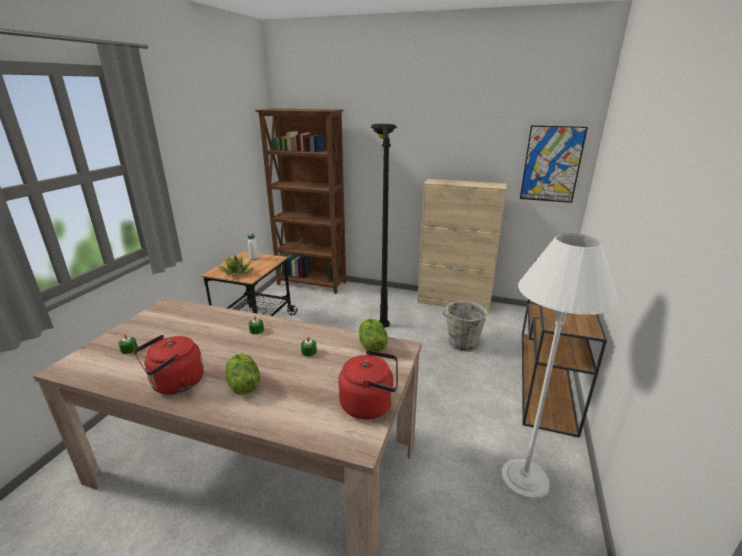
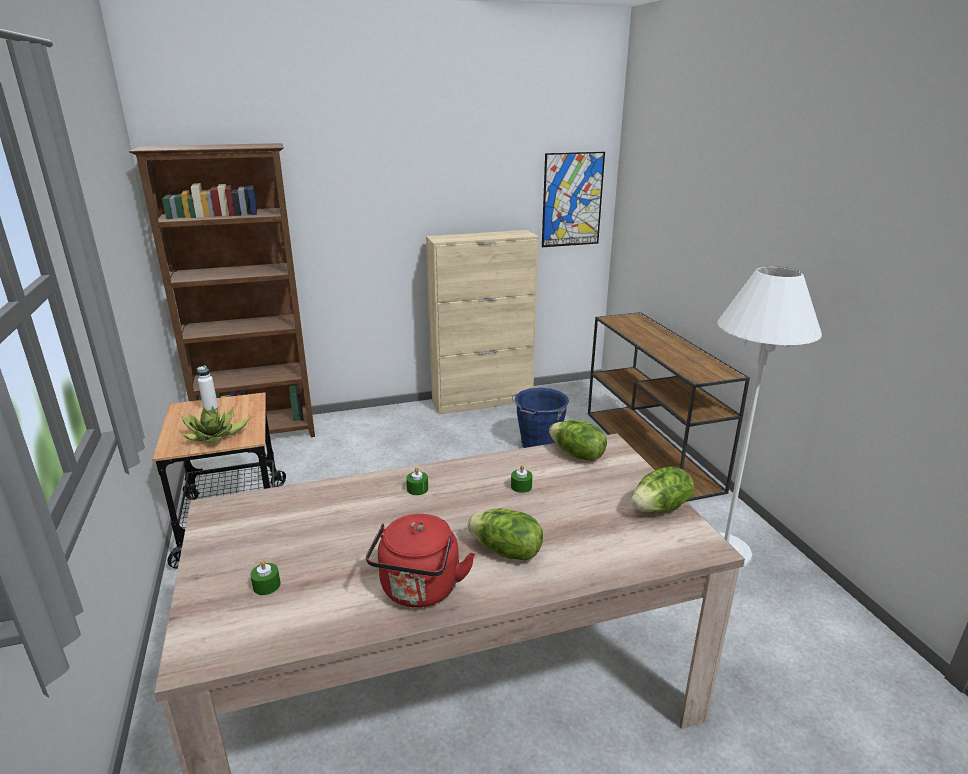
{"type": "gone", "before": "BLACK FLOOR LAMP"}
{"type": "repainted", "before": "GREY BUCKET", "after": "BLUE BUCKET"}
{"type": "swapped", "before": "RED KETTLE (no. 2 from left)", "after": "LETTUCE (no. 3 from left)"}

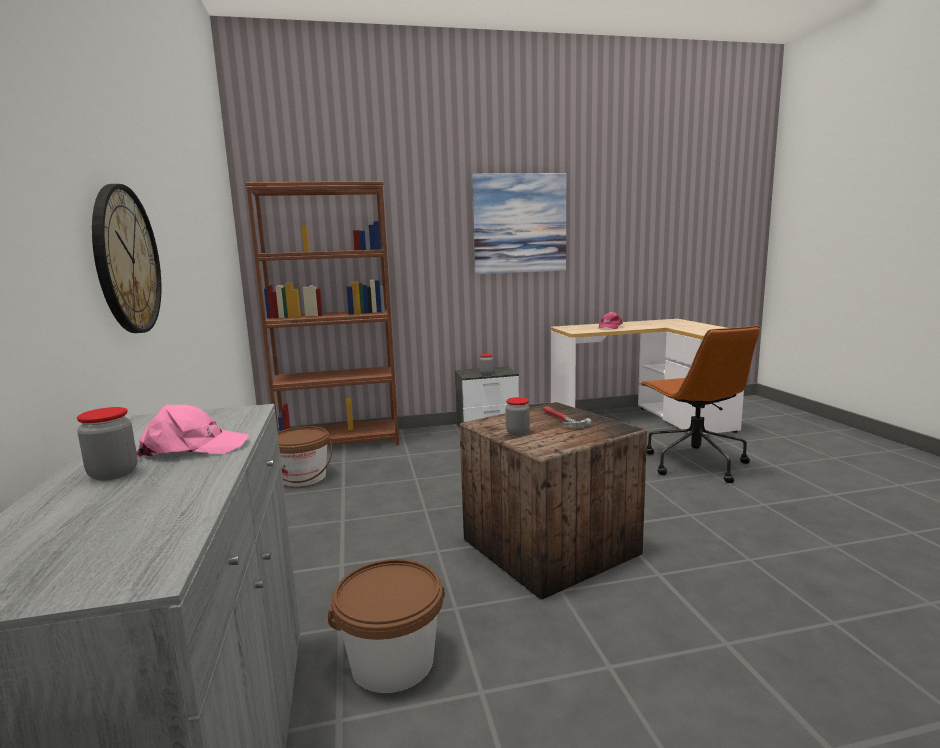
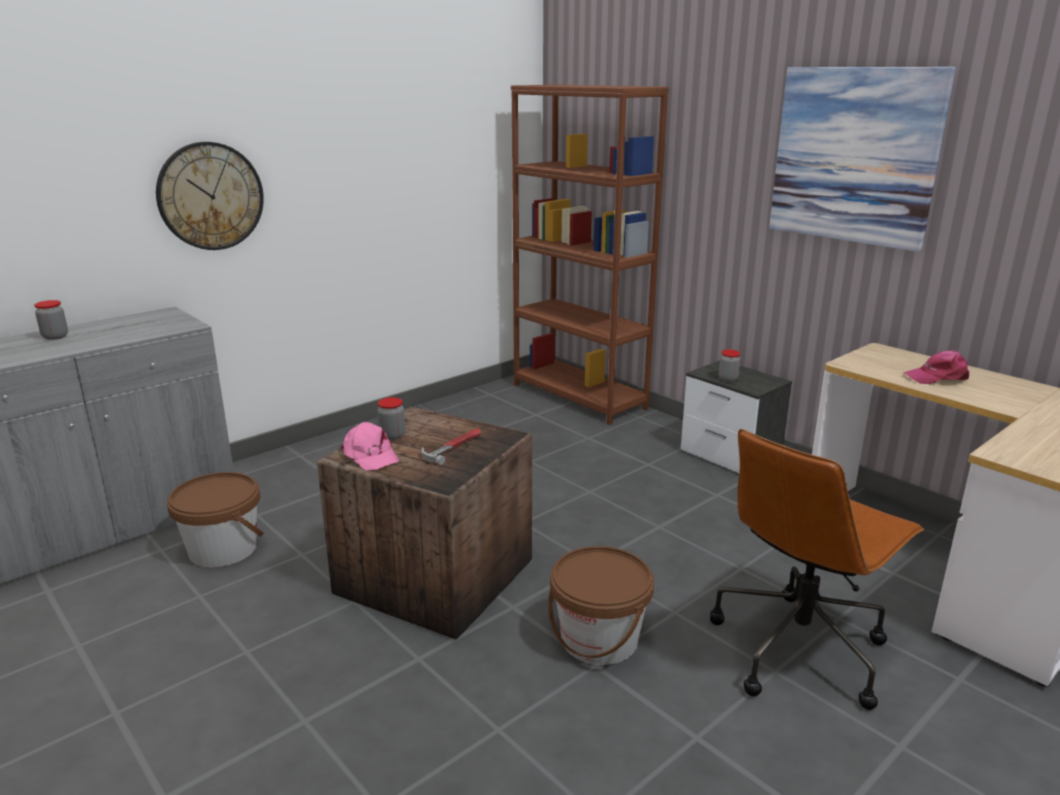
{"type": "shifted", "before": "PINK CAP (no. 1 from left)"}
{"type": "shifted", "before": "BROWN BUCKET (no. 1 from left in the first image)", "after": "BROWN BUCKET (no. 2 from left)"}

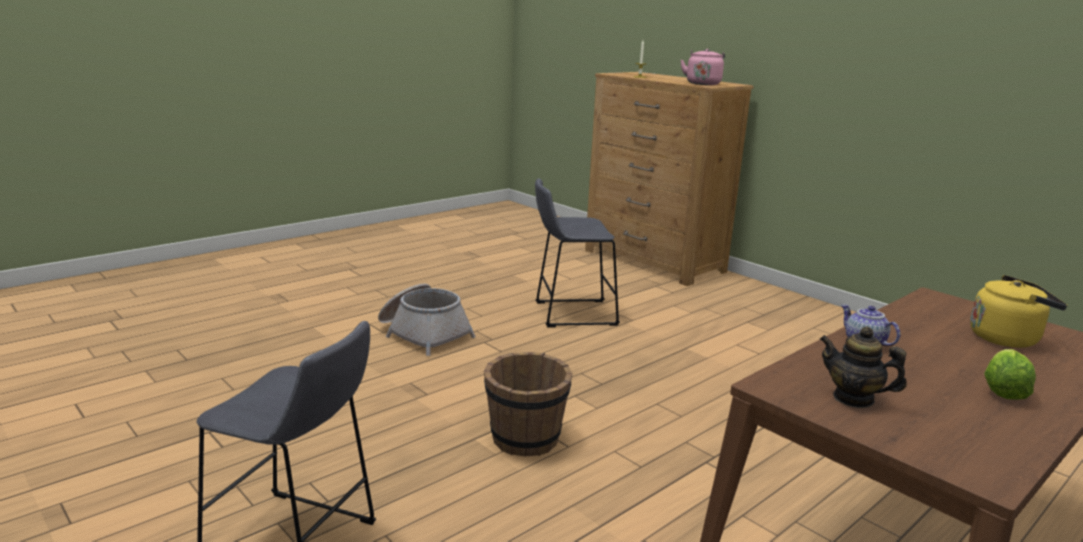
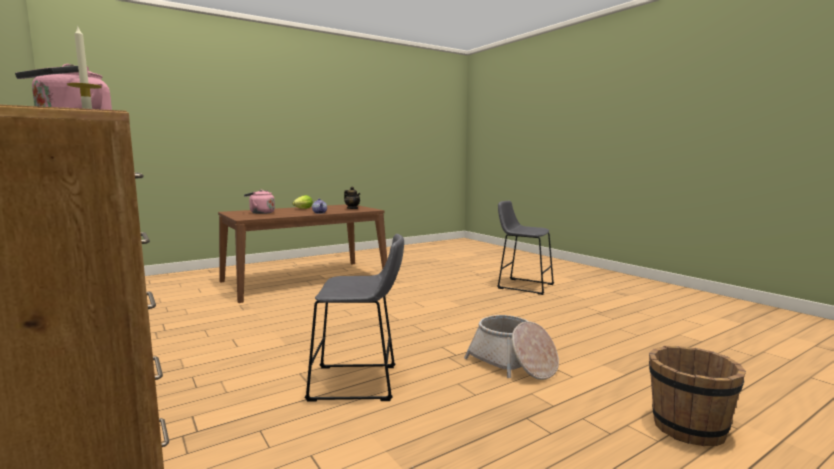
{"type": "repainted", "before": "YELLOW KETTLE", "after": "PINK KETTLE (no. 2 from left)"}
{"type": "shifted", "before": "BROWN BUCKET"}

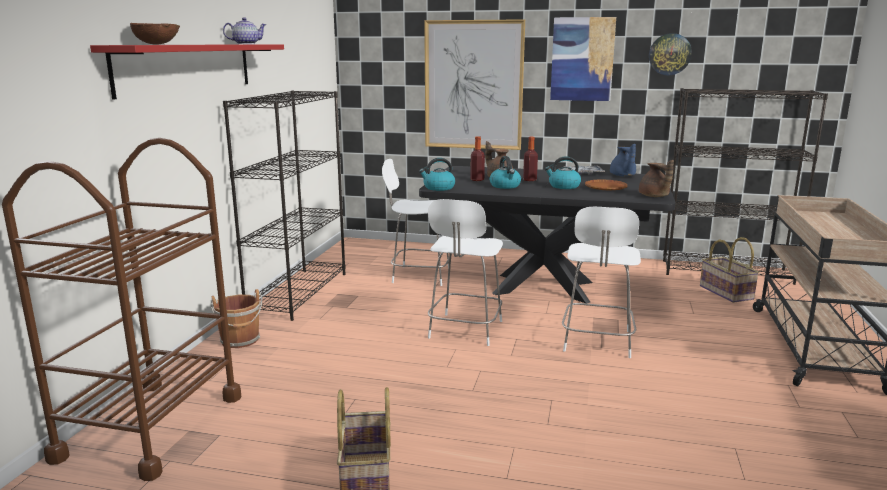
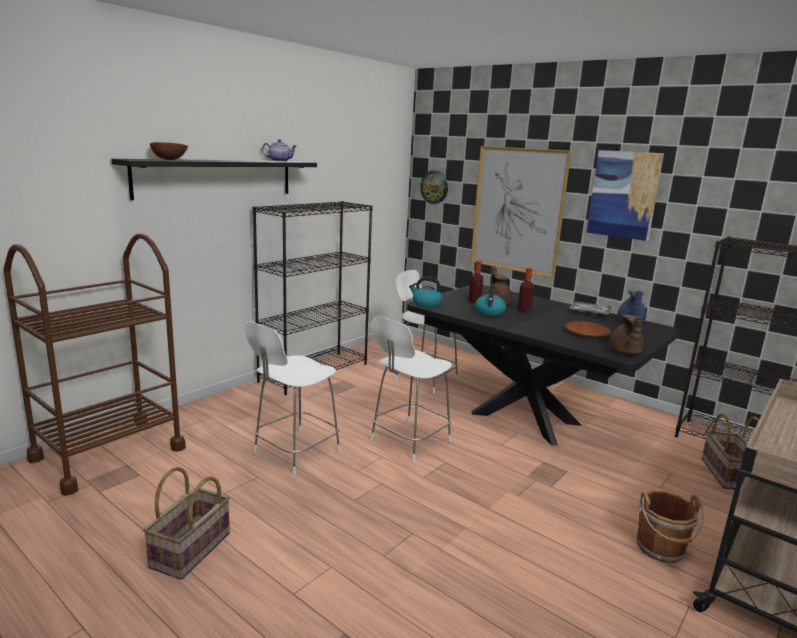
{"type": "shifted", "before": "WALL CLOCK"}
{"type": "repainted", "before": "RED SHELF", "after": "BLACK SHELF"}
{"type": "gone", "before": "KETTLE (no. 3 from left)"}
{"type": "shifted", "before": "WHITE CHAIR (no. 3 from left in the first image)", "after": "WHITE CHAIR (no. 1 from left)"}
{"type": "shifted", "before": "BROWN BUCKET"}

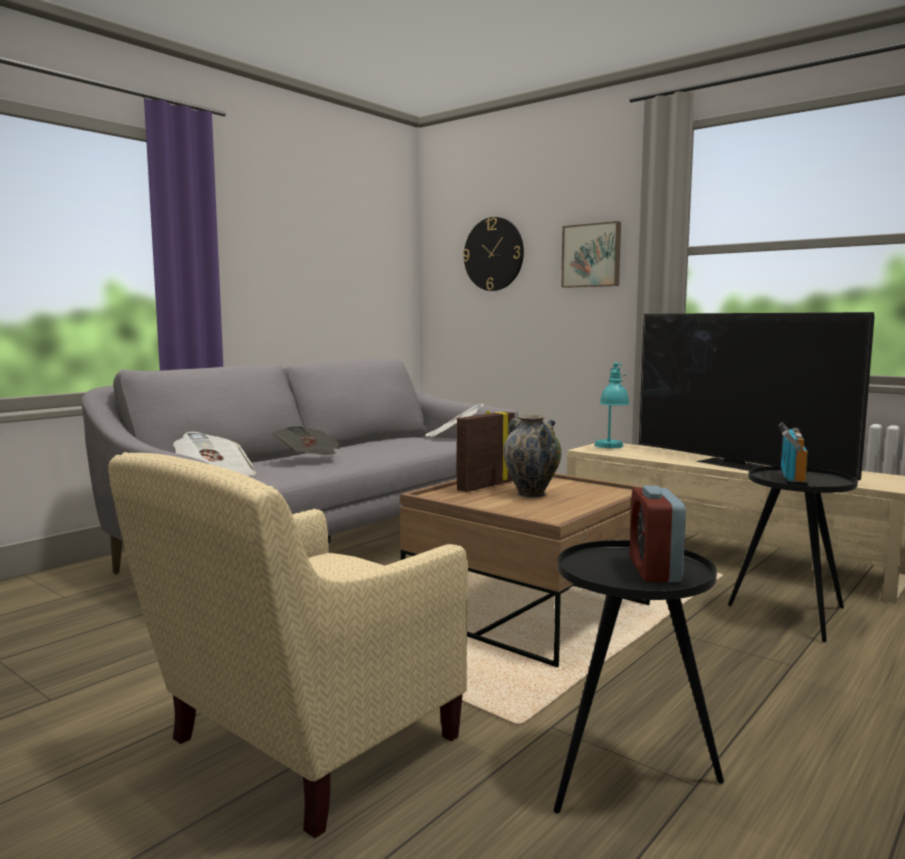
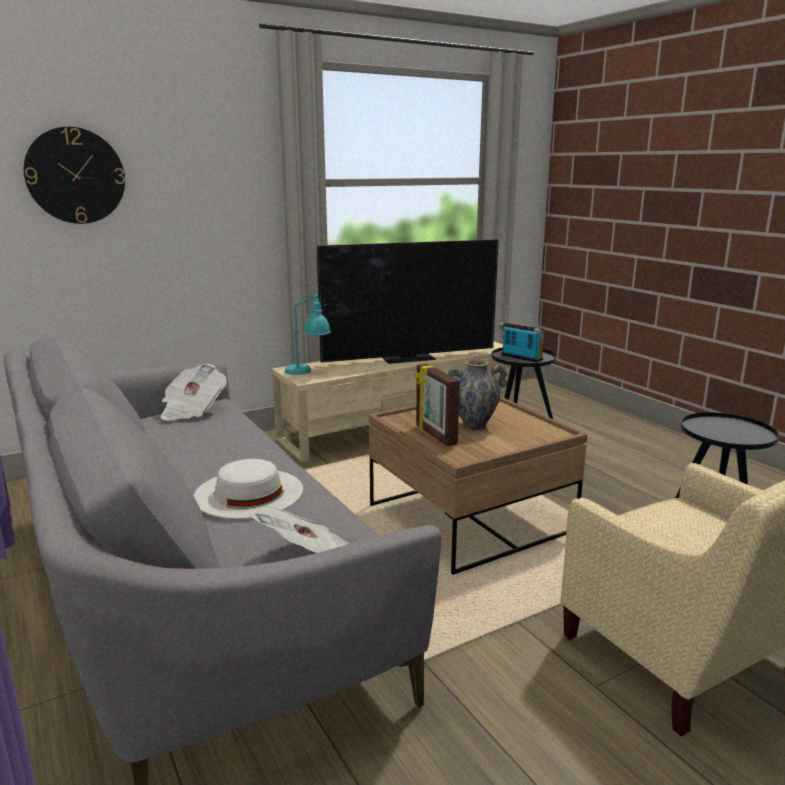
{"type": "gone", "before": "PICTURE"}
{"type": "swapped", "before": "NEWSPAPER (no. 2 from left)", "after": "WHITE HAT"}
{"type": "gone", "before": "ALARM CLOCK"}

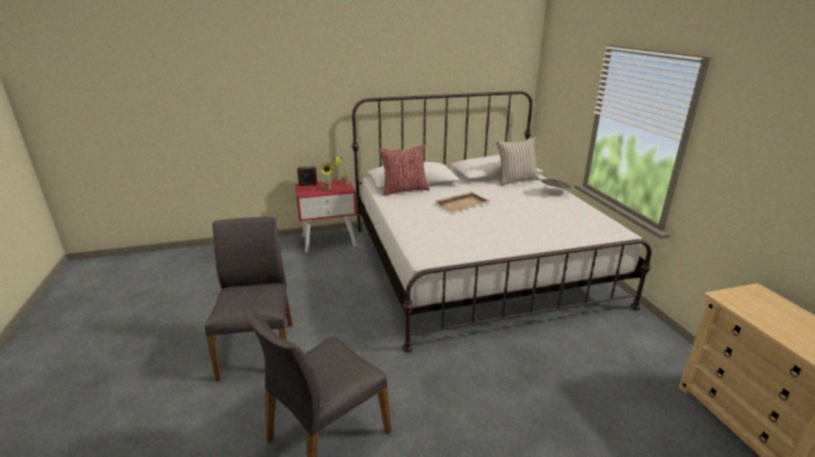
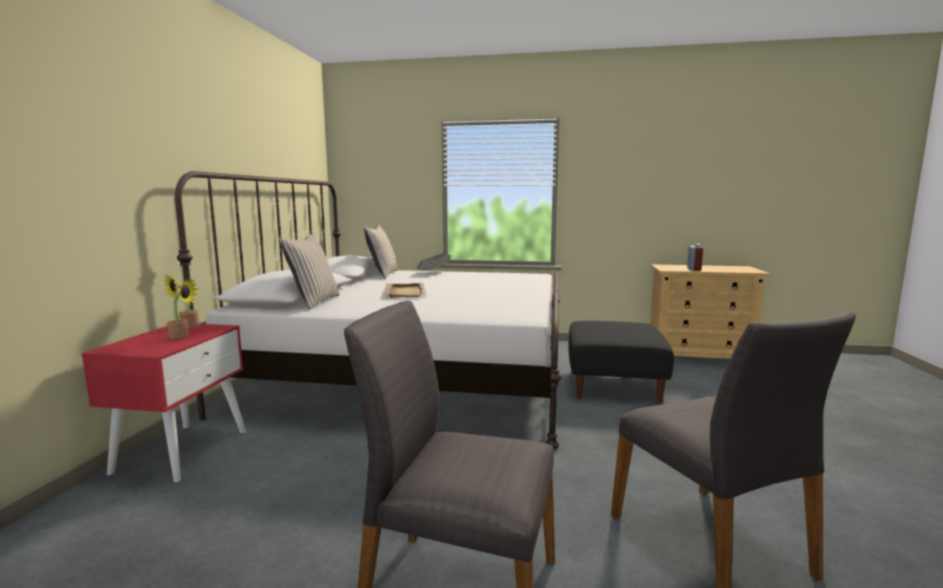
{"type": "repainted", "before": "RED PILLOW", "after": "BEIGE PILLOW (no. 1 from left)"}
{"type": "shifted", "before": "ALARM CLOCK"}
{"type": "new", "after": "BLACK OTTOMAN"}

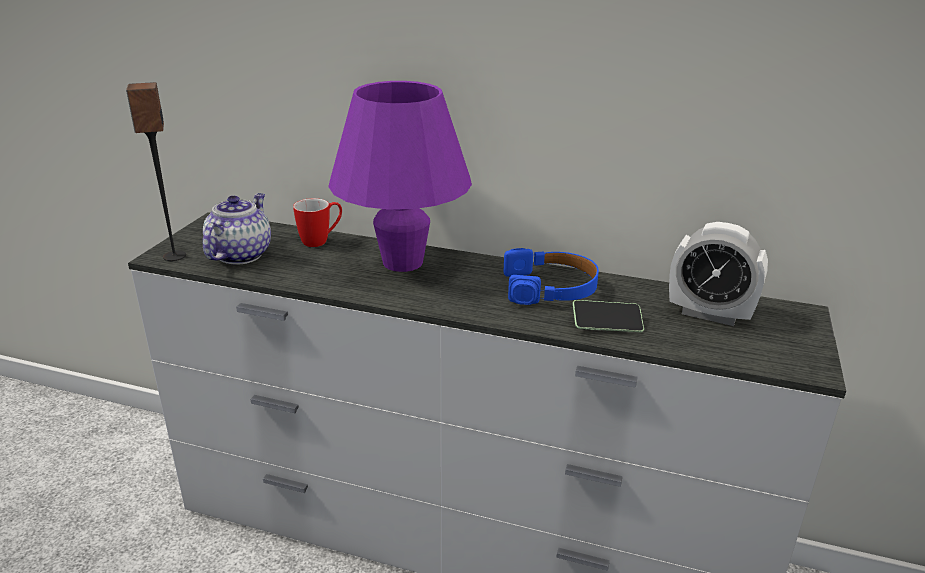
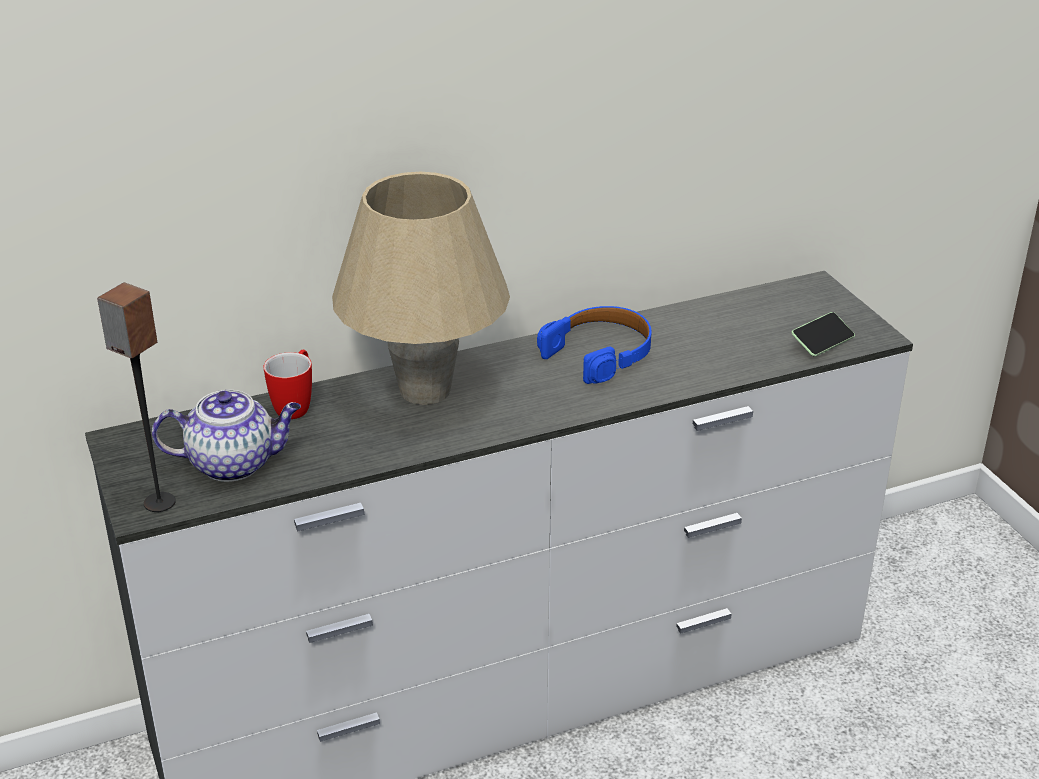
{"type": "repainted", "before": "PURPLE TABLE LAMP", "after": "BEIGE TABLE LAMP"}
{"type": "rotated", "before": "TEAPOT", "turn": 105}
{"type": "gone", "before": "ALARM CLOCK"}
{"type": "shifted", "before": "PHONE"}

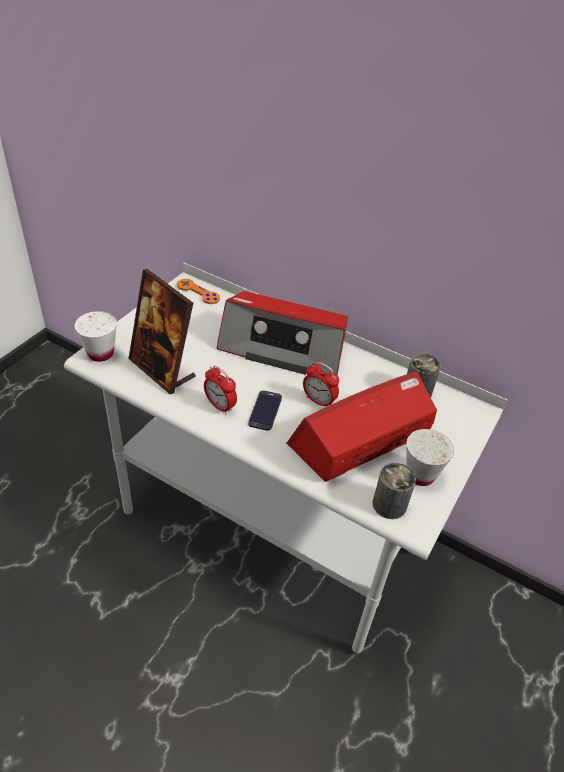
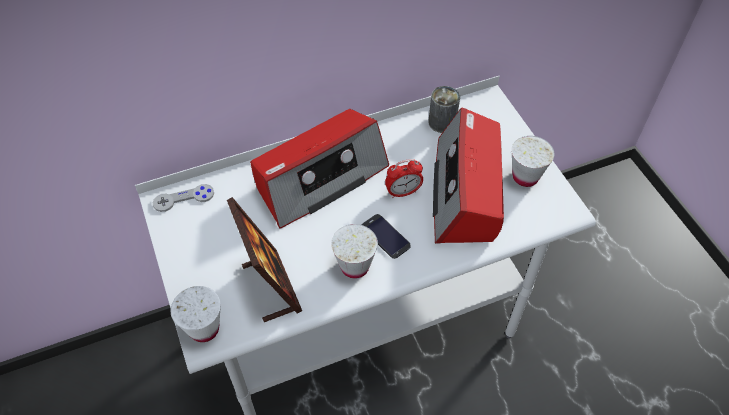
{"type": "rotated", "before": "PICTURE FRAME", "turn": -105}
{"type": "repainted", "before": "ORANGE GAME CONTROLLER", "after": "GREY GAME CONTROLLER"}
{"type": "swapped", "before": "ALARM CLOCK (no. 1 from left)", "after": "WHITE CUP (no. 2 from left)"}
{"type": "gone", "before": "CAN (no. 1 from left)"}

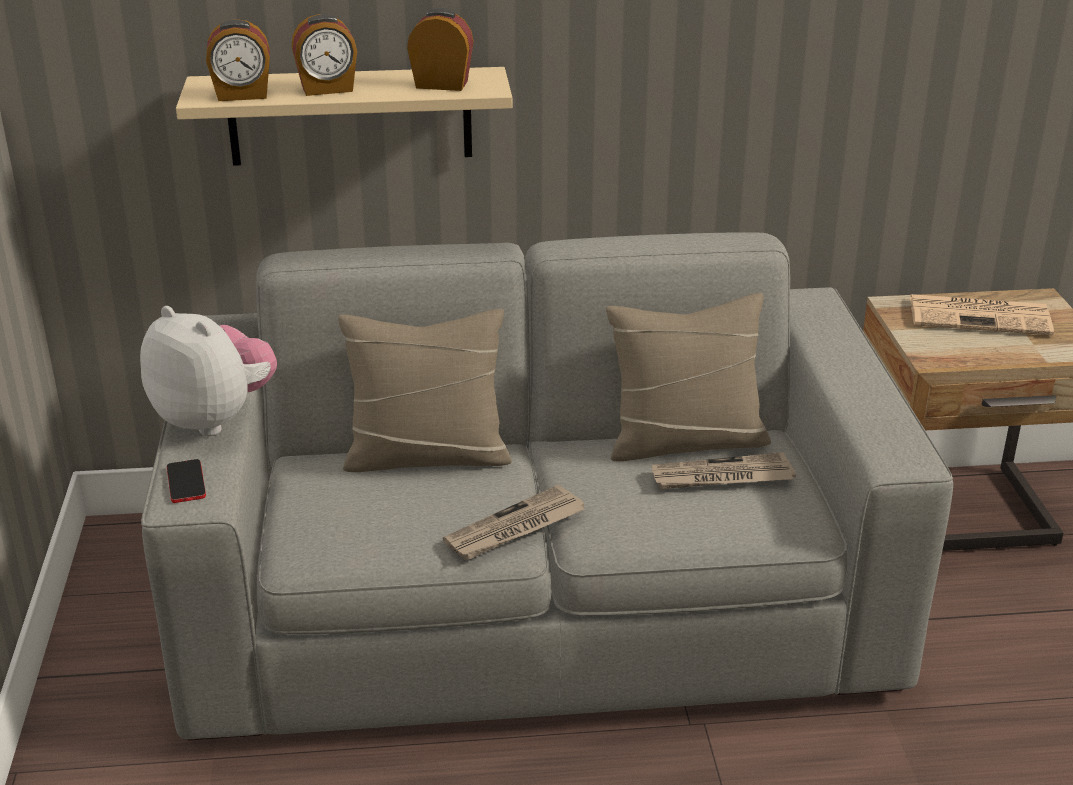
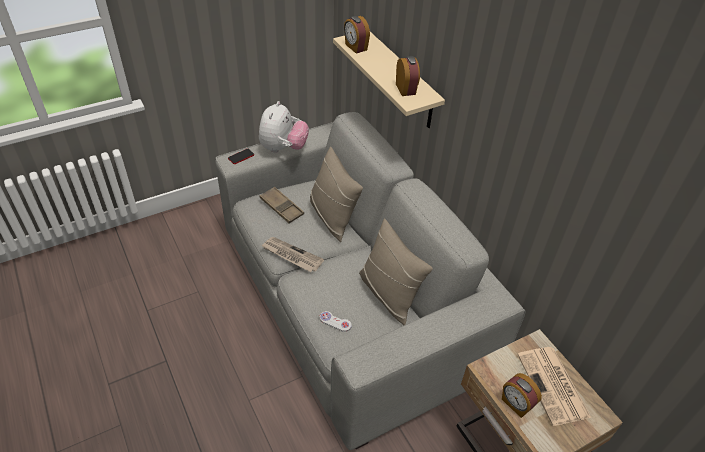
{"type": "shifted", "before": "ALARM CLOCK (no. 2 from left in the first image)", "after": "ALARM CLOCK (no. 3 from left)"}
{"type": "gone", "before": "NEWSPAPER (no. 2 from left)"}
{"type": "new", "after": "BROWN TRAY"}
{"type": "new", "after": "WHITE GAME CONTROLLER"}

